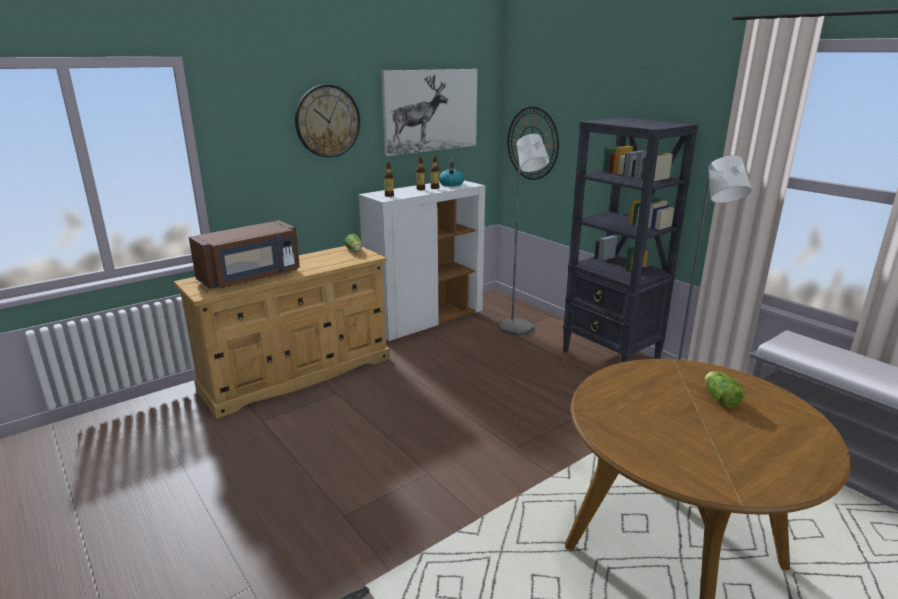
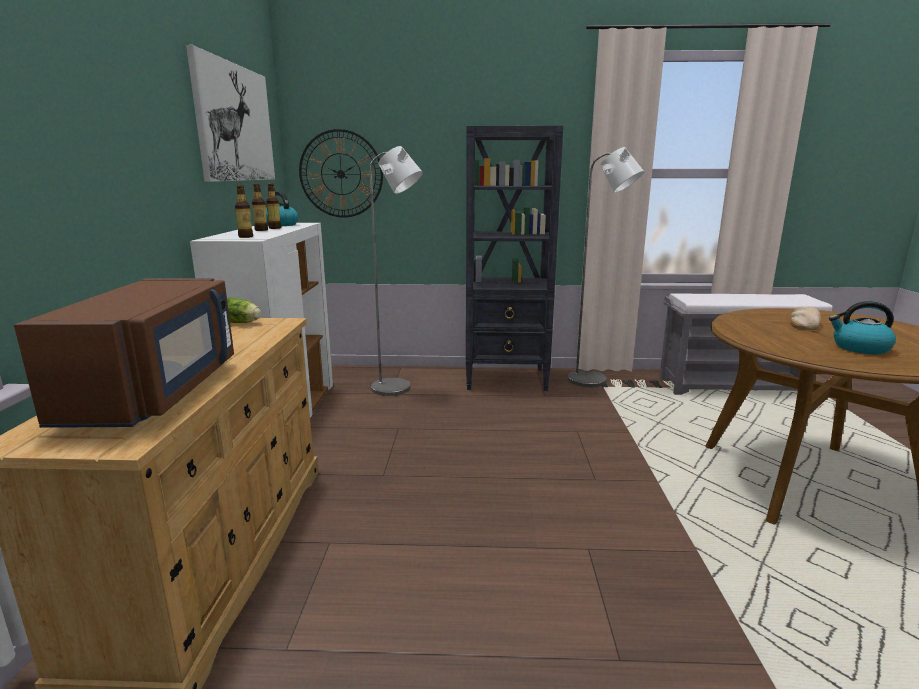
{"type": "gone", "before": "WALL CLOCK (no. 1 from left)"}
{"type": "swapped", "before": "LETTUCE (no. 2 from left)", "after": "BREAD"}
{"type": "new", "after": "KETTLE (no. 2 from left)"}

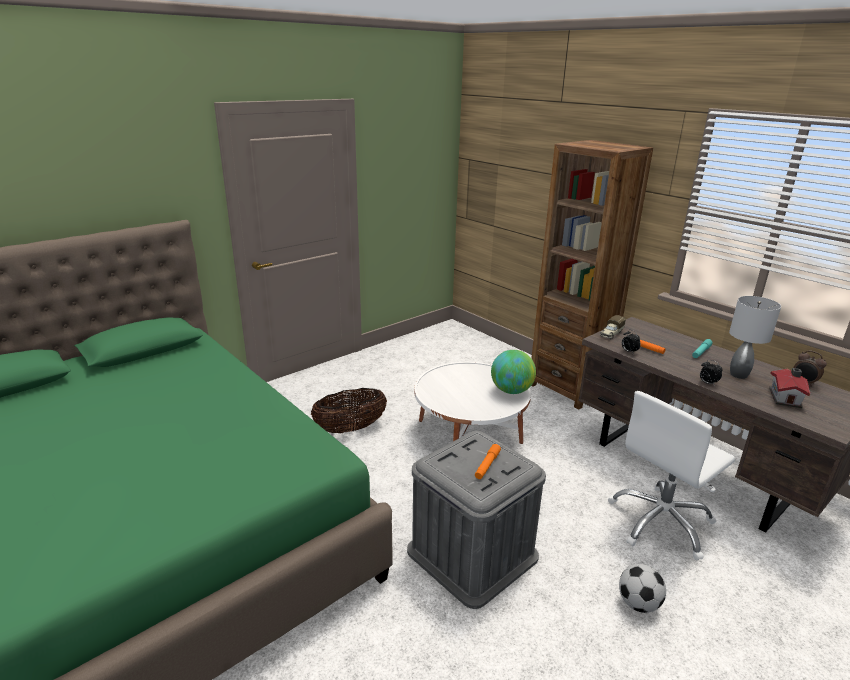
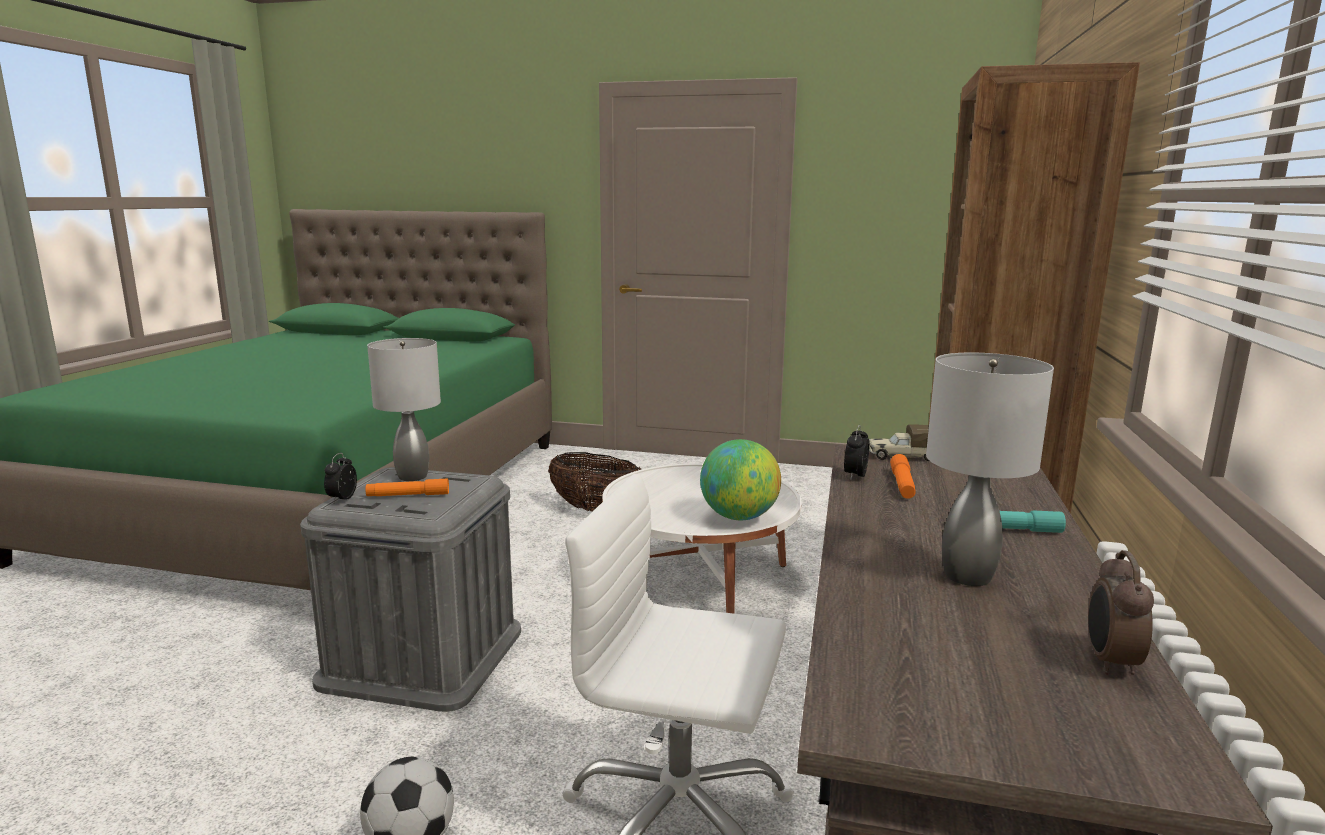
{"type": "shifted", "before": "ALARM CLOCK (no. 2 from left in the first image)", "after": "ALARM CLOCK (no. 1 from left)"}
{"type": "gone", "before": "TOY HOUSE"}
{"type": "new", "after": "GREY TABLE LAMP (no. 1 from left)"}

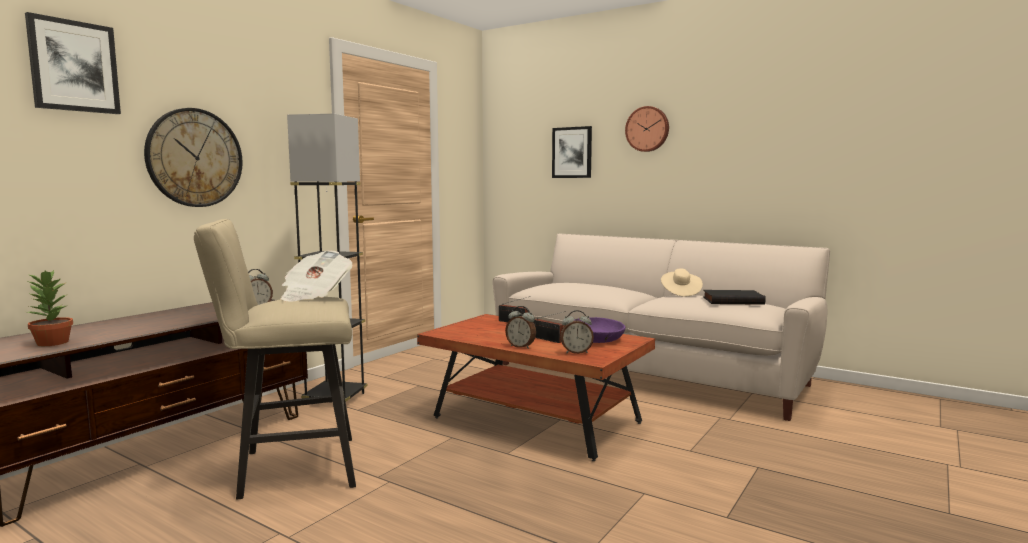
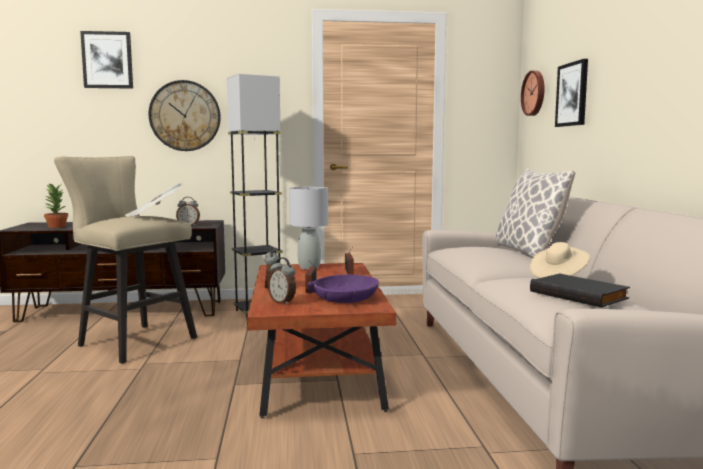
{"type": "shifted", "before": "WALL CLOCK (no. 2 from left)"}
{"type": "new", "after": "PILLOW"}
{"type": "new", "after": "GREY TABLE LAMP"}

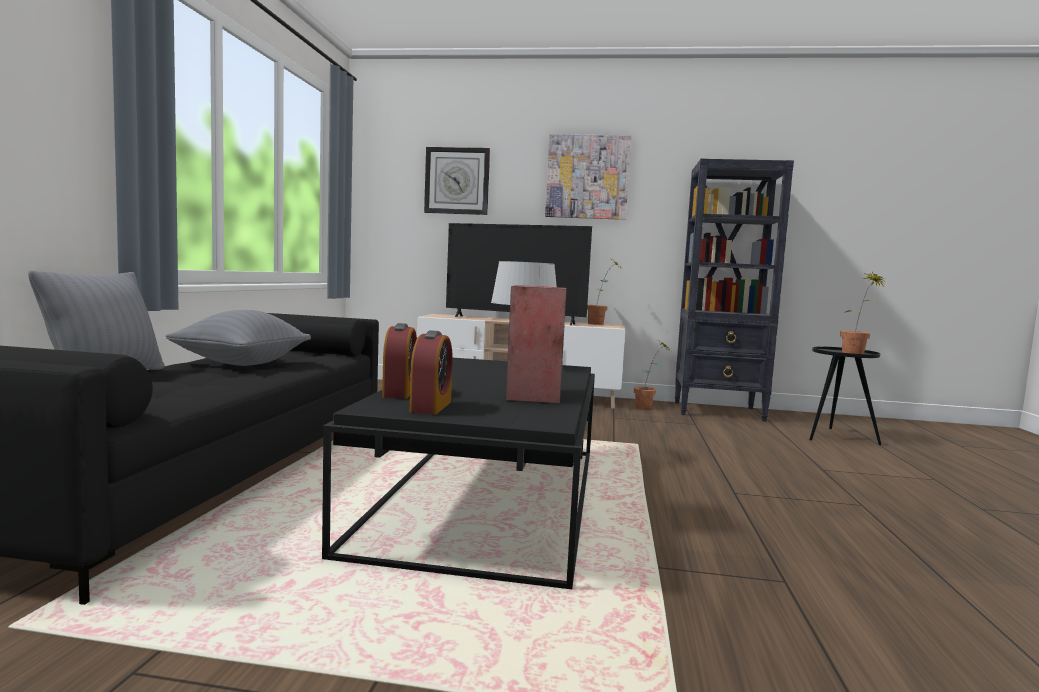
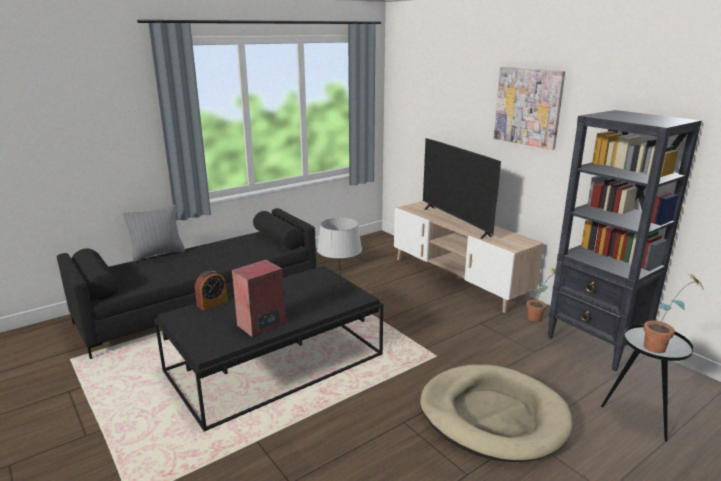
{"type": "gone", "before": "WALL CLOCK"}
{"type": "gone", "before": "POTTED PLANT (no. 1 from left)"}
{"type": "gone", "before": "GREY PILLOW (no. 2 from left)"}
{"type": "gone", "before": "ALARM CLOCK (no. 2 from left)"}
{"type": "new", "after": "BEIGE DOG BED"}

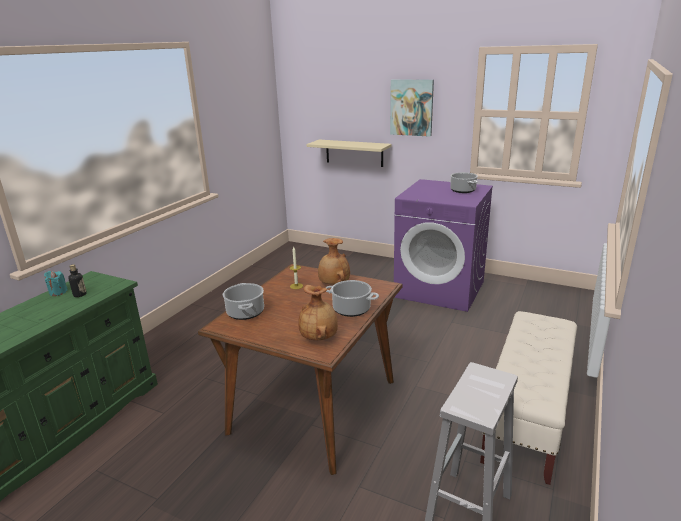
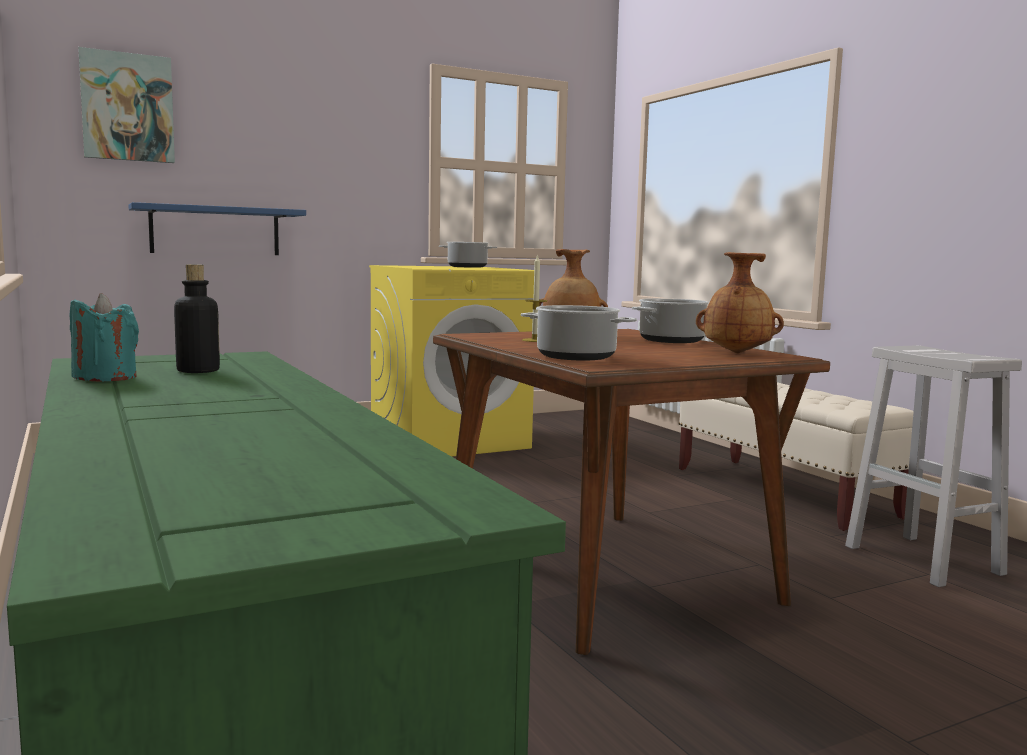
{"type": "shifted", "before": "PICTURE"}
{"type": "repainted", "before": "BEIGE SHELF", "after": "BLUE SHELF"}
{"type": "repainted", "before": "PURPLE WASHING MACHINE", "after": "YELLOW WASHING MACHINE"}

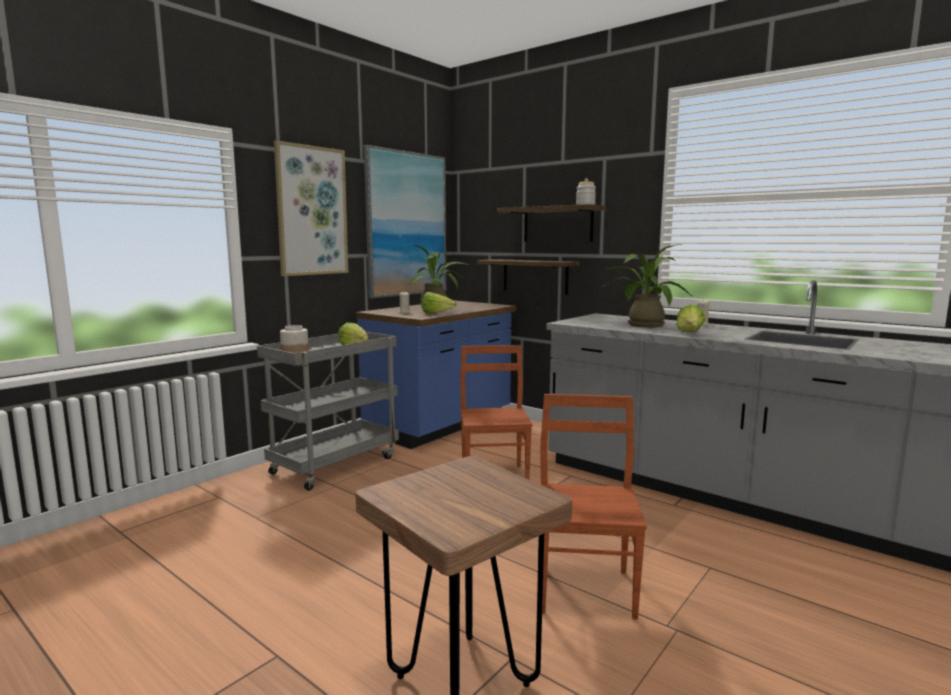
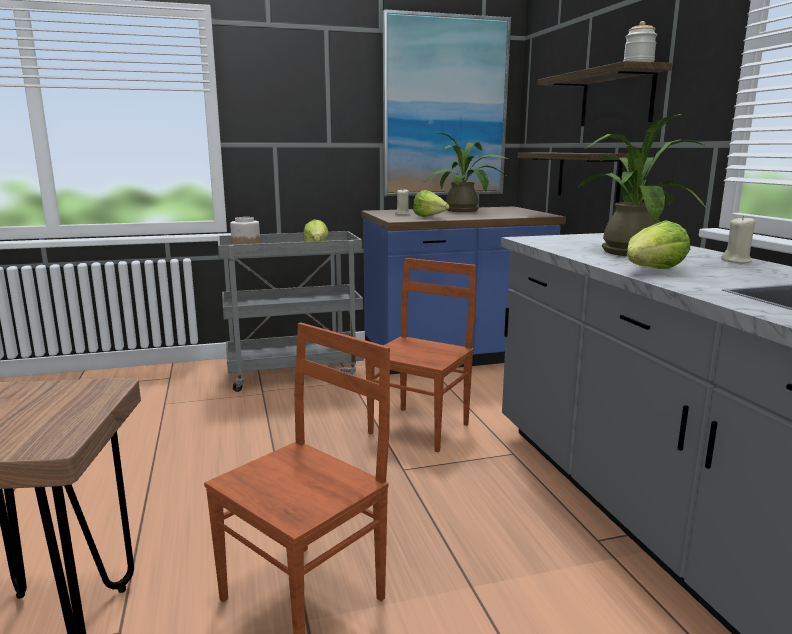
{"type": "gone", "before": "PICTURE (no. 1 from left)"}

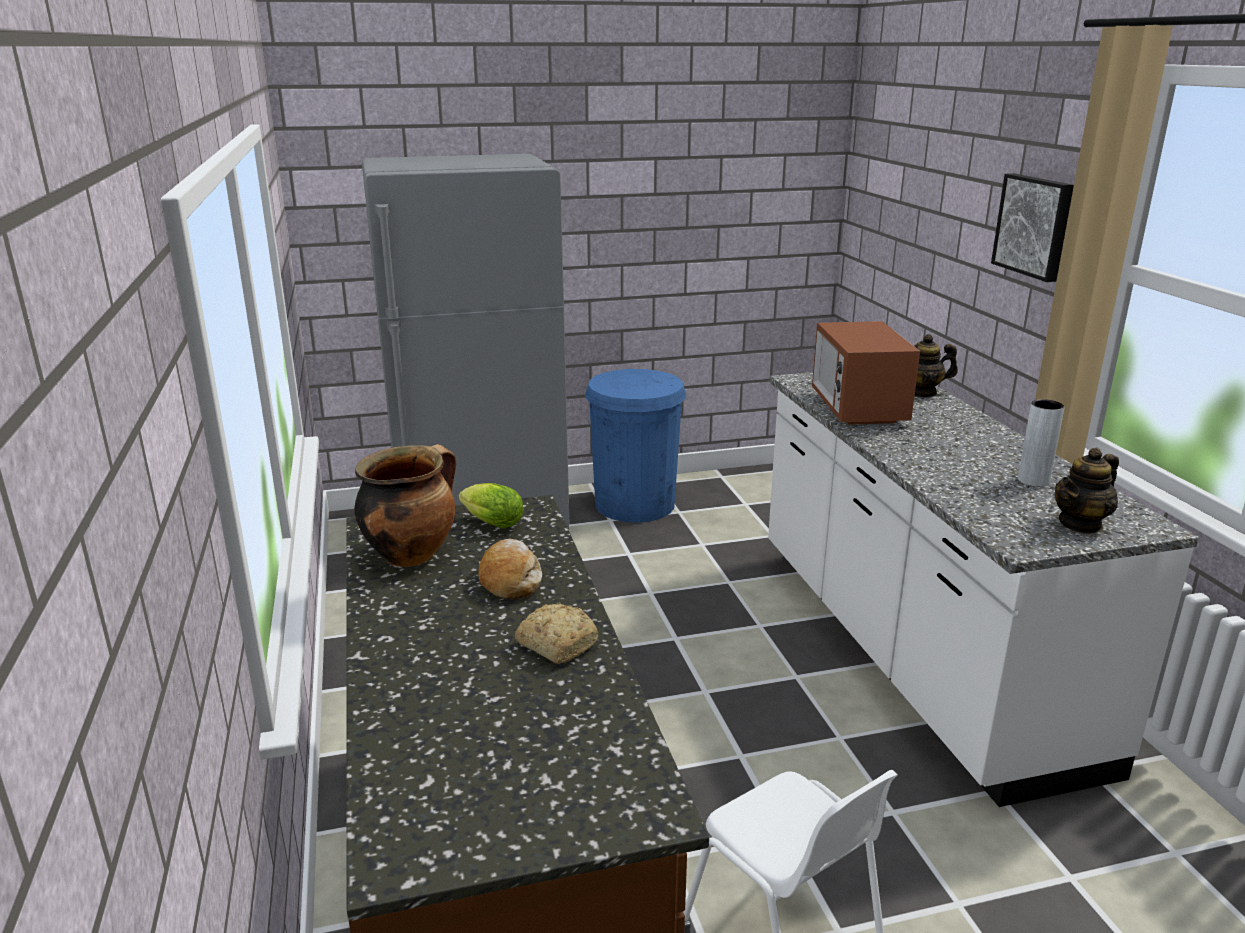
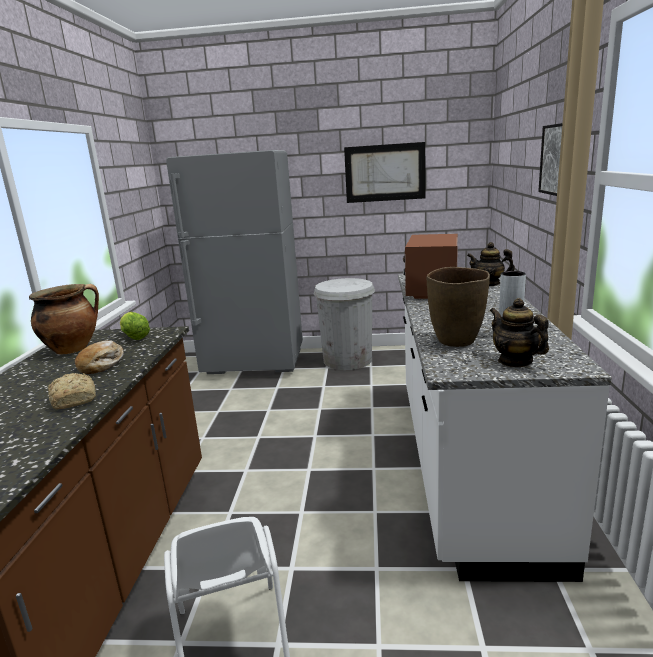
{"type": "repainted", "before": "BLUE TRASH CAN", "after": "WHITE TRASH CAN"}
{"type": "rotated", "before": "TEAPOT (no. 2 from left)", "turn": 75}
{"type": "new", "after": "PICTURE (no. 1 from left)"}
{"type": "new", "after": "BROWN VASE"}

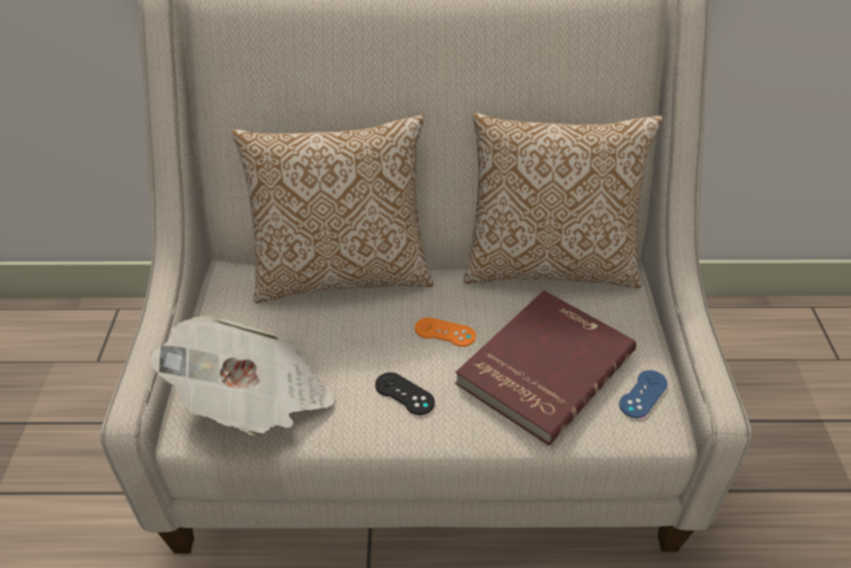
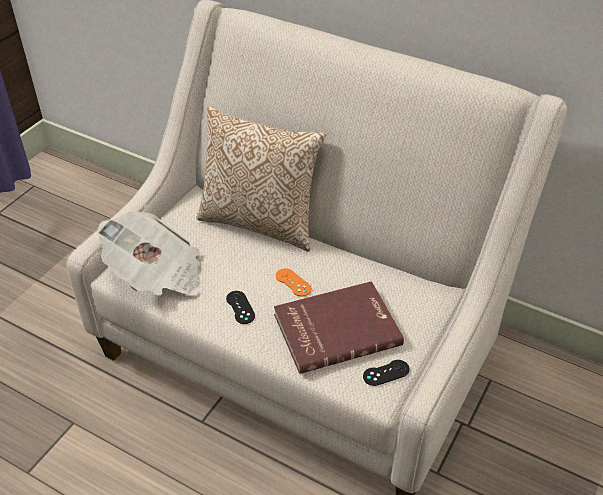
{"type": "gone", "before": "PILLOW (no. 2 from left)"}
{"type": "repainted", "before": "BLUE GAME CONTROLLER", "after": "BLACK GAME CONTROLLER (no. 2 from left)"}

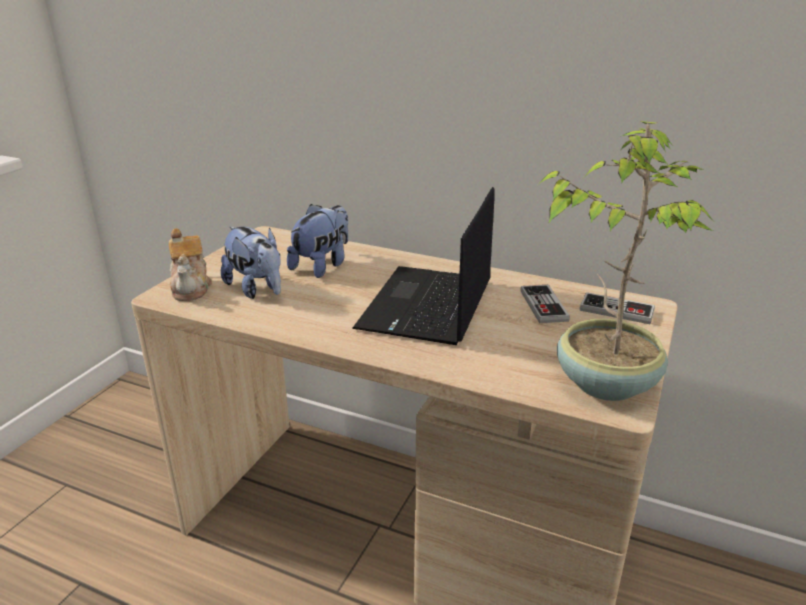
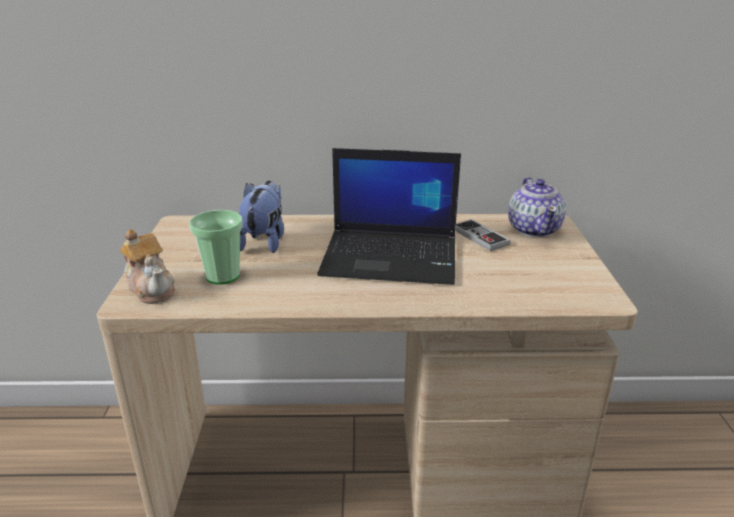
{"type": "gone", "before": "POTTED PLANT"}
{"type": "rotated", "before": "LAPTOP", "turn": -75}
{"type": "swapped", "before": "PLUSH TOY (no. 1 from left)", "after": "CUP"}
{"type": "swapped", "before": "GAME CONTROLLER (no. 2 from left)", "after": "TEAPOT (no. 2 from left)"}

